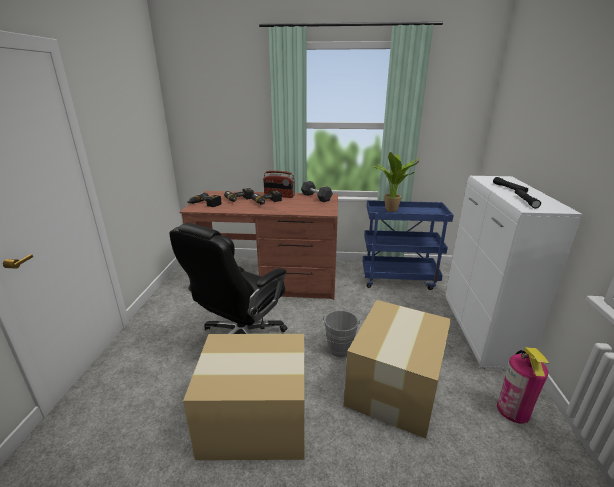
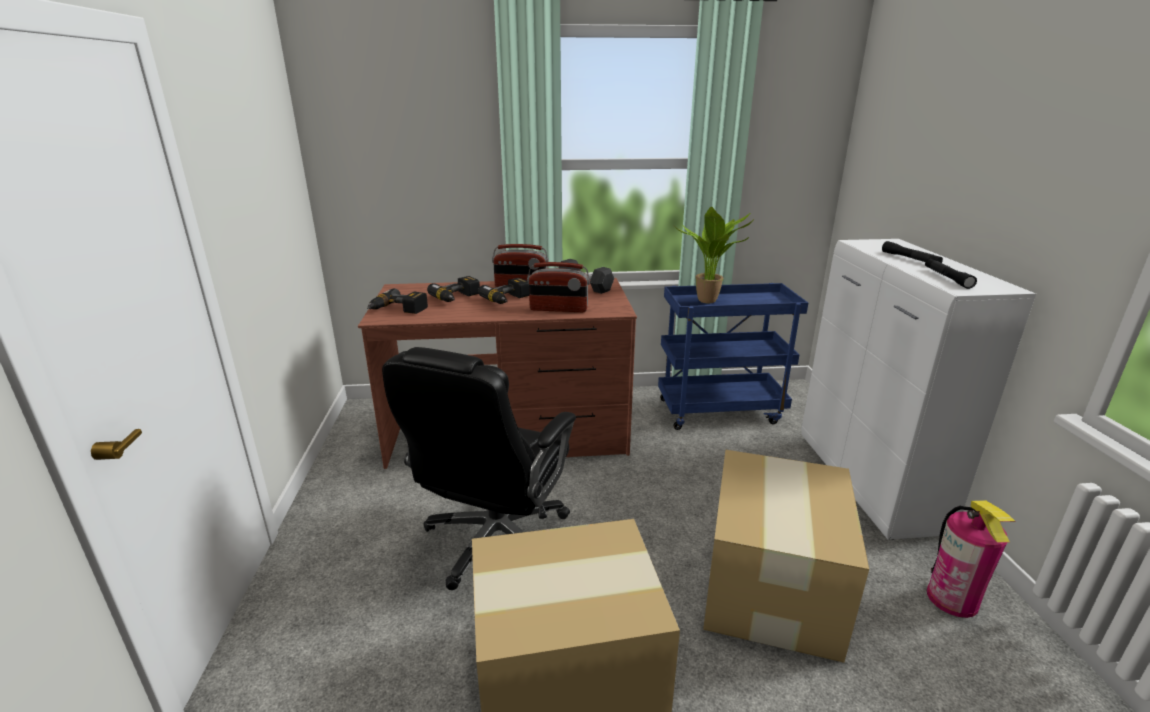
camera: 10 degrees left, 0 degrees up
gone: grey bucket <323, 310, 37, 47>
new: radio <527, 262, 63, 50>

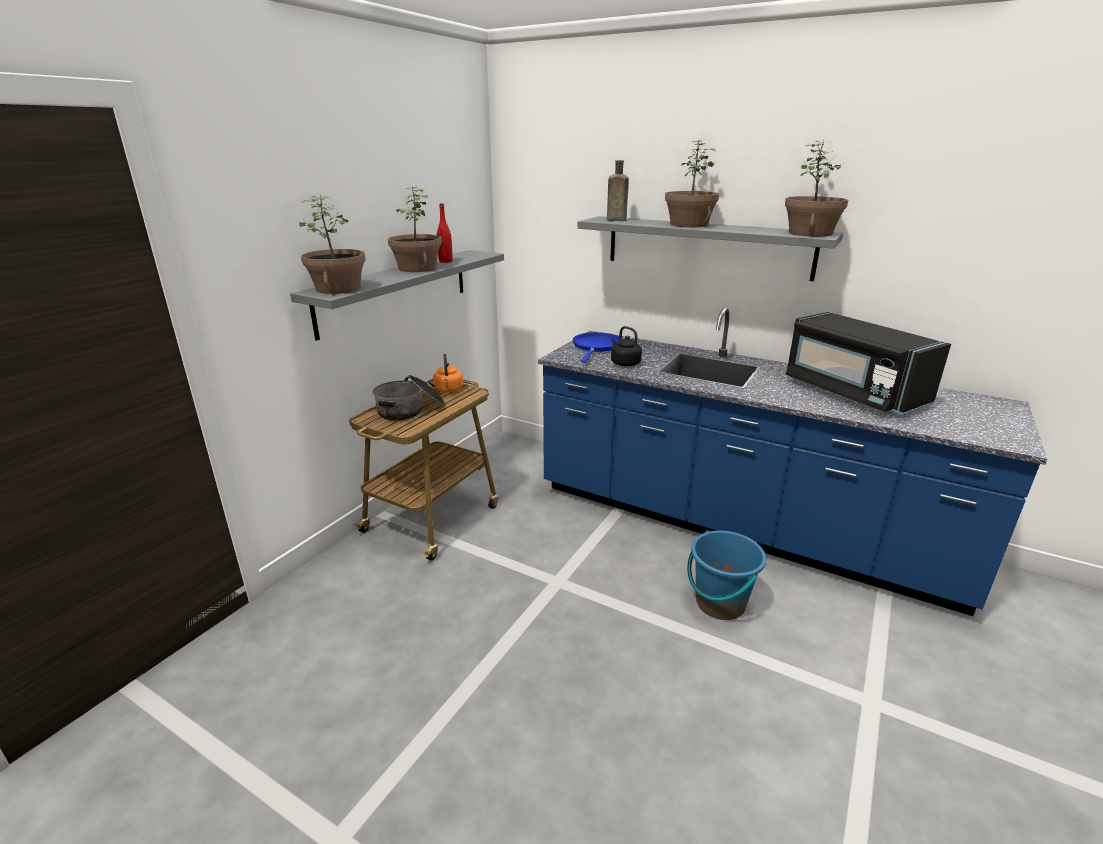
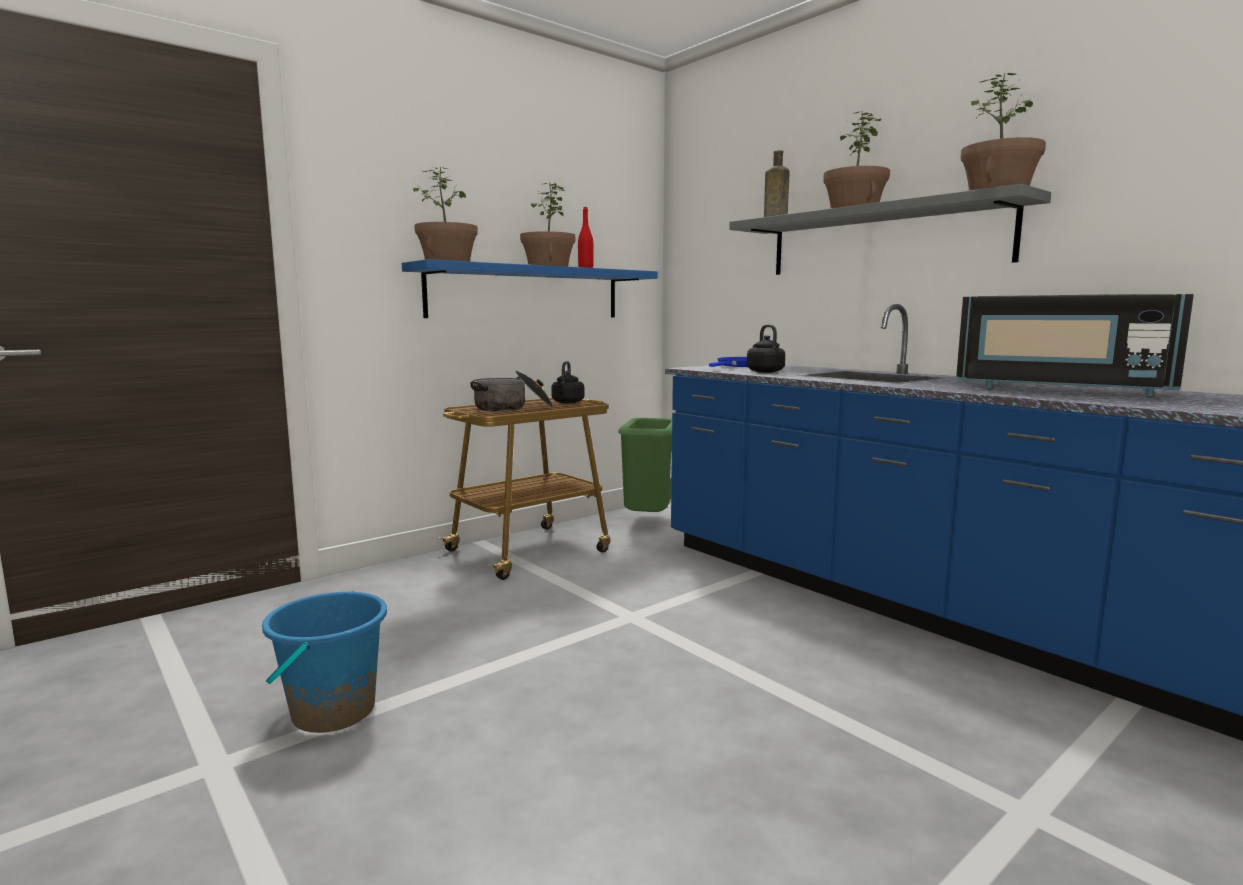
camera: 20 degrees right, 15 degrees down
new: green trash can <618, 418, 54, 94>
shifted: blue bucket <687, 530, 79, 90> to <262, 591, 125, 142>
repainted: grey shelf <290, 250, 214, 91> to blue shelf <402, 259, 256, 59>; orange kettle <433, 354, 30, 38> to black kettle <551, 361, 34, 42>
rotated: black microwave <786, 312, 165, 103> = <956, 294, 238, 102> 45 degrees counterclockwise

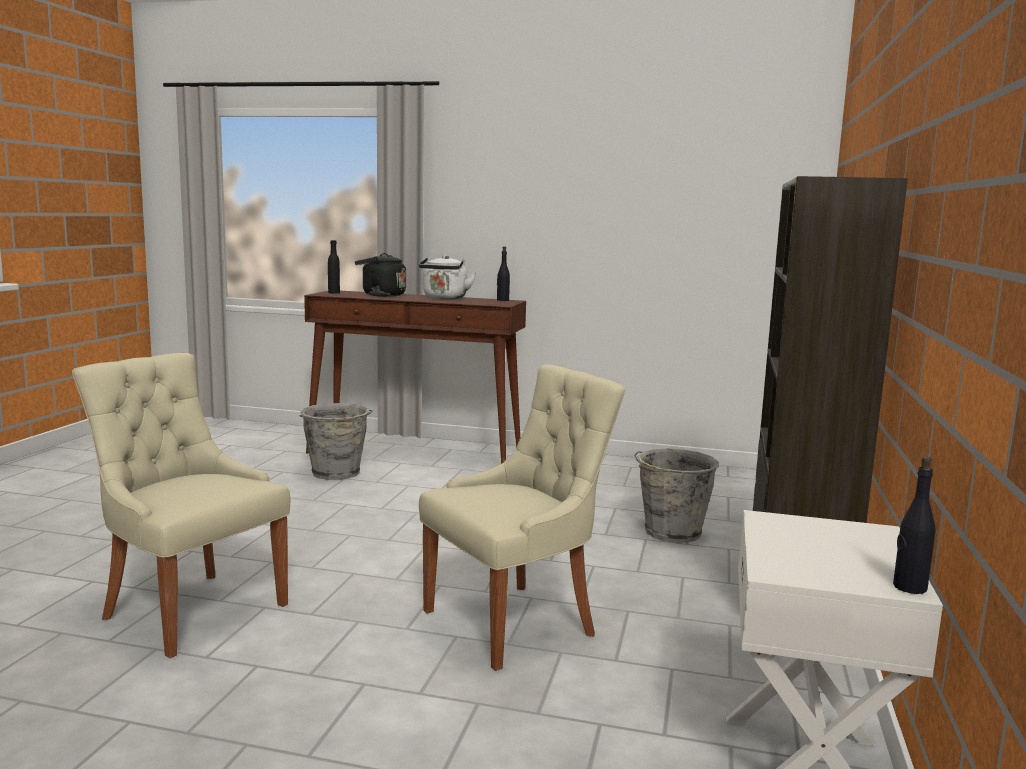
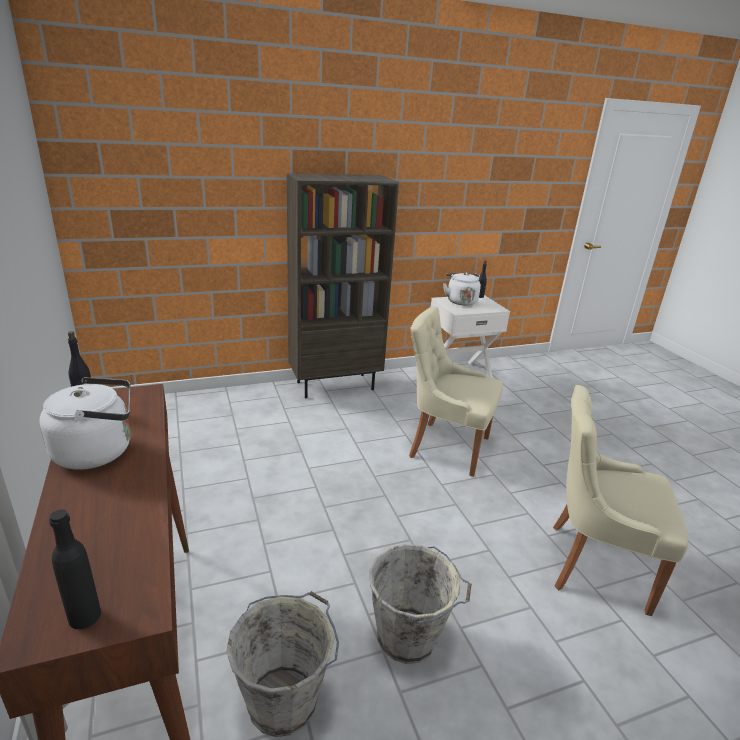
camera: 125 degrees left, 15 degrees up
gone: black kettle <355, 253, 51, 44>
new: white kettle <443, 272, 38, 34>
shifted: grey bucket <634, 448, 85, 95> to <369, 544, 103, 120>
rotated: beige chair <72, 353, 218, 305> = <553, 385, 135, 231> 105 degrees clockwise

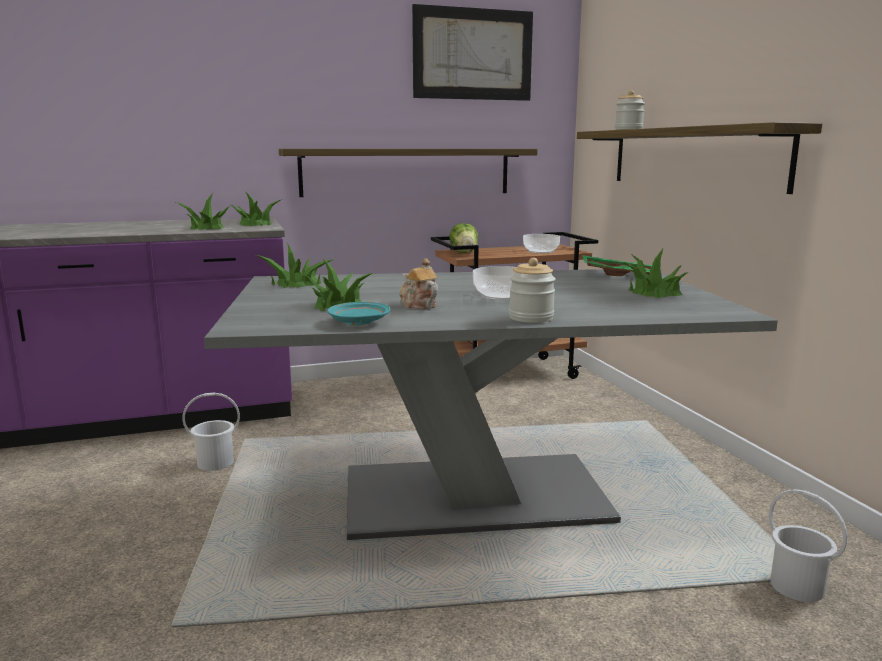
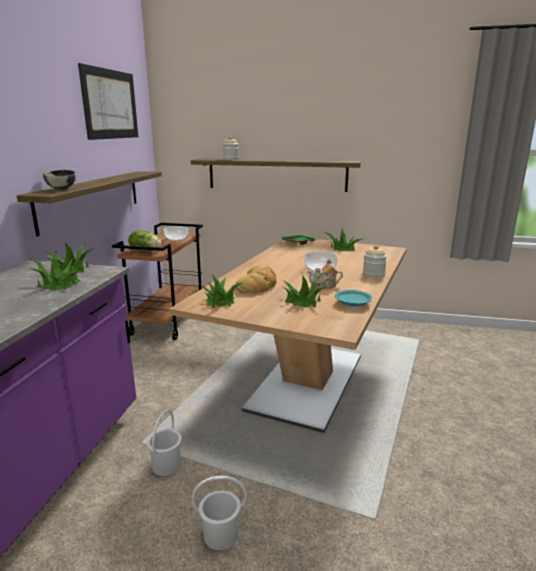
camera: 60 degrees left, 5 degrees up
new: bowl <43, 170, 33, 20>; bread <235, 265, 42, 28>
shifted: white bucket <769, 489, 79, 113> to <192, 476, 55, 74>
repainted: grey dining table <204, 269, 574, 271> to brown dining table <169, 239, 238, 194>

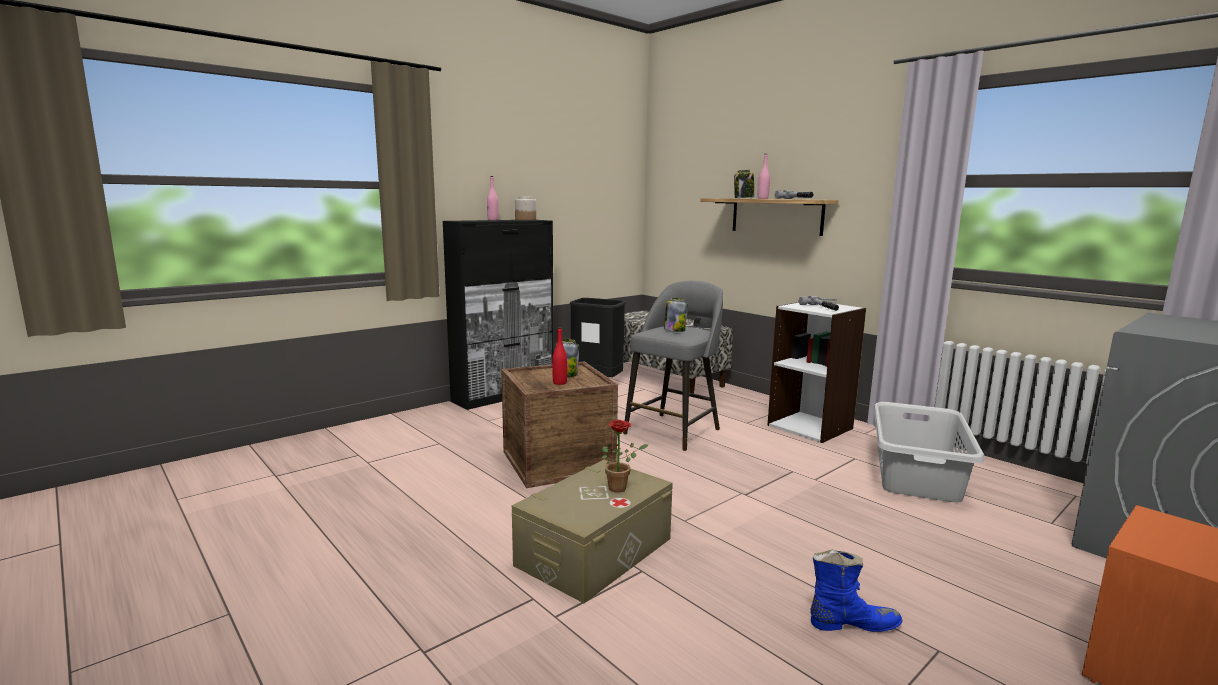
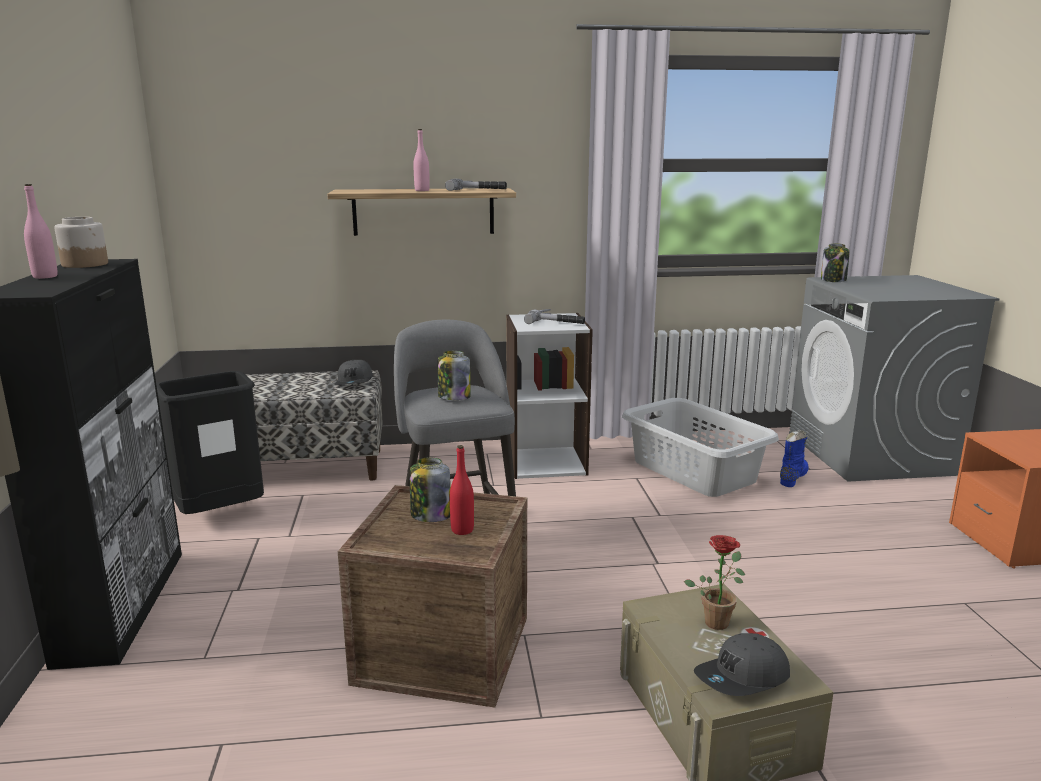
camera: 55 degrees left, 5 degrees up
new: grey cap <694, 633, 96, 63>
shifted: jar <734, 170, 20, 28> to <821, 243, 28, 39>; blue boot <810, 550, 93, 82> to <780, 430, 29, 57>

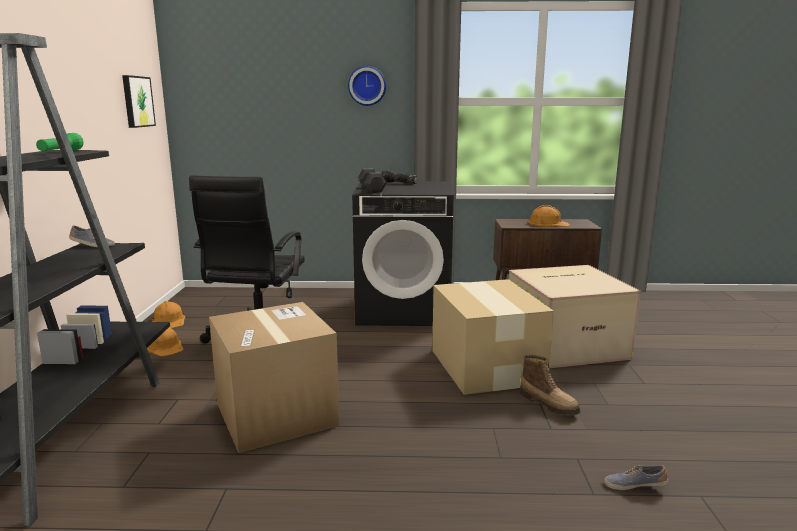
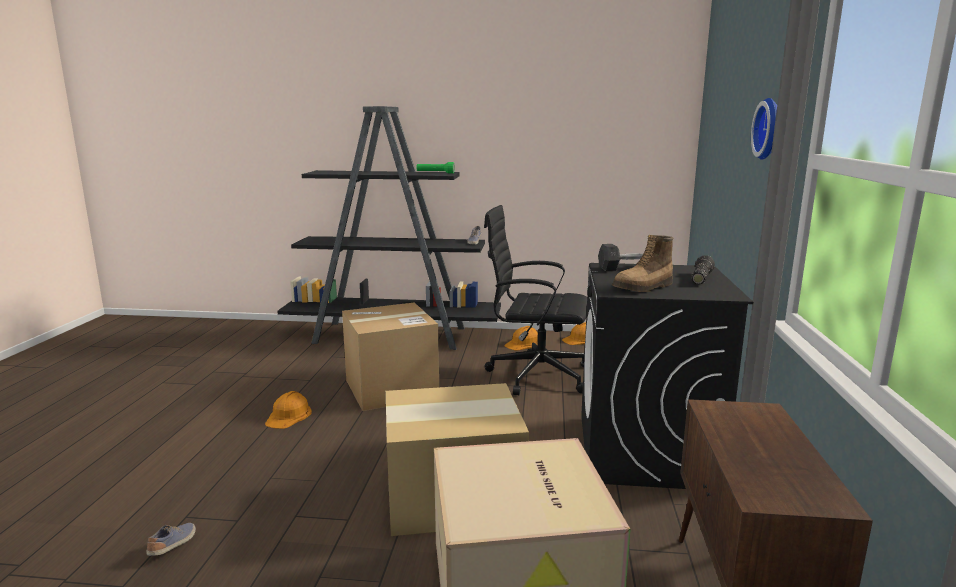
camera: 95 degrees right, 0 degrees up
gone: picture <122, 75, 34, 53>
shifted: orange hard hat <528, 205, 42, 22> to <265, 391, 47, 38>; boot <520, 355, 60, 60> to <612, 235, 61, 57>

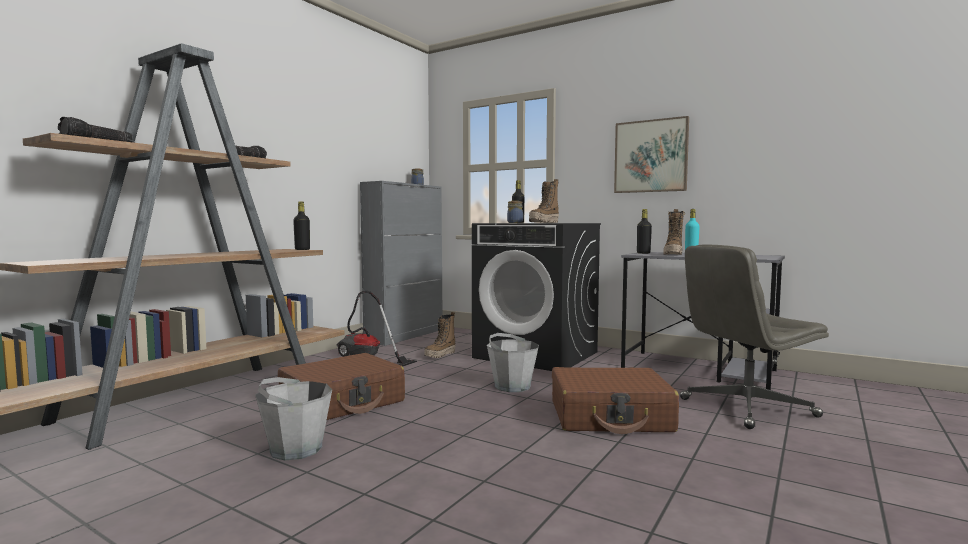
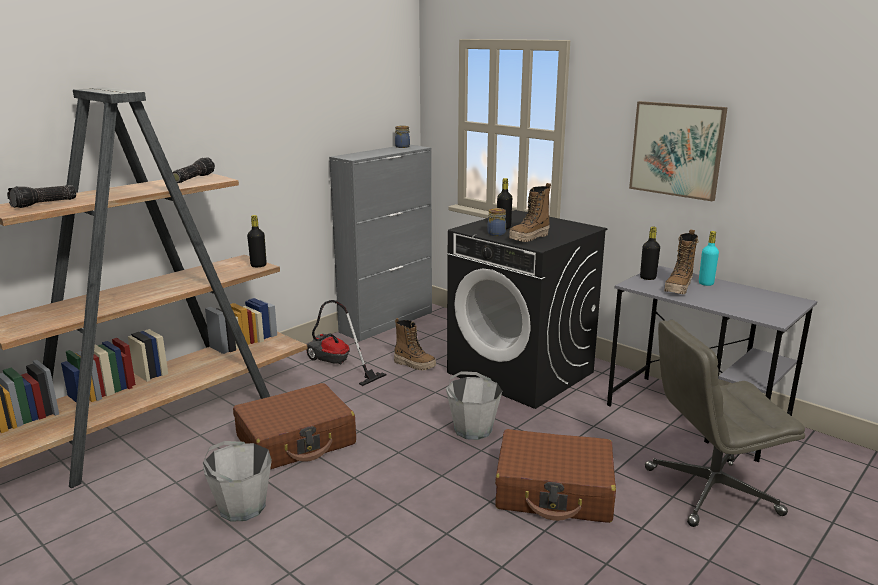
camera: 10 degrees right, 15 degrees up
rotated: boot <424, 312, 32, 46> = <394, 318, 42, 52> 105 degrees counterclockwise

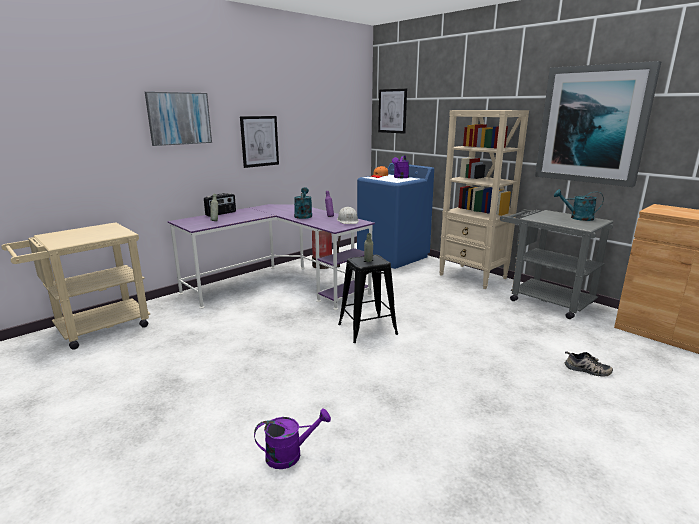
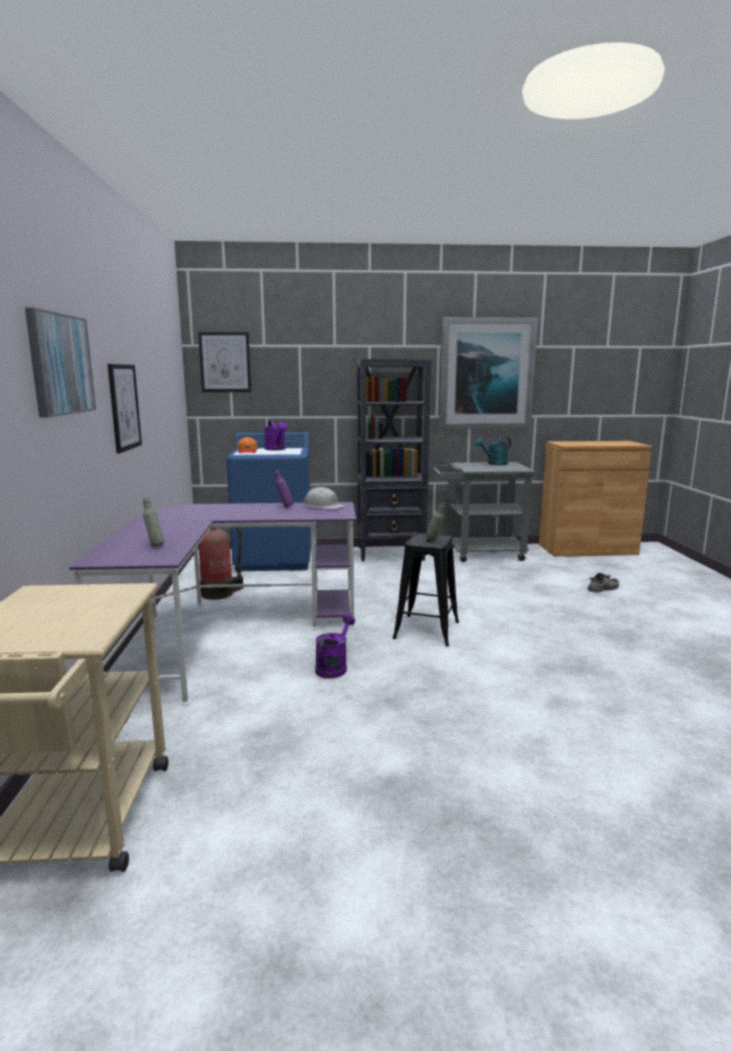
camera: 50 degrees left, 5 degrees down
gone: turquoise watering can <294, 187, 18, 32>; radio <204, 193, 32, 24>
shifted: purple watering can <254, 409, 77, 60> to <315, 615, 40, 63>
repainted: beige bookcase <439, 110, 90, 179> to black bookcase <357, 359, 75, 203>

